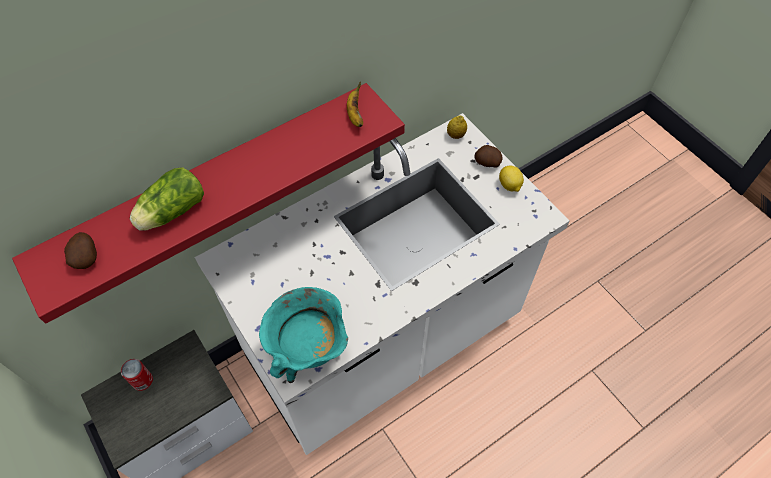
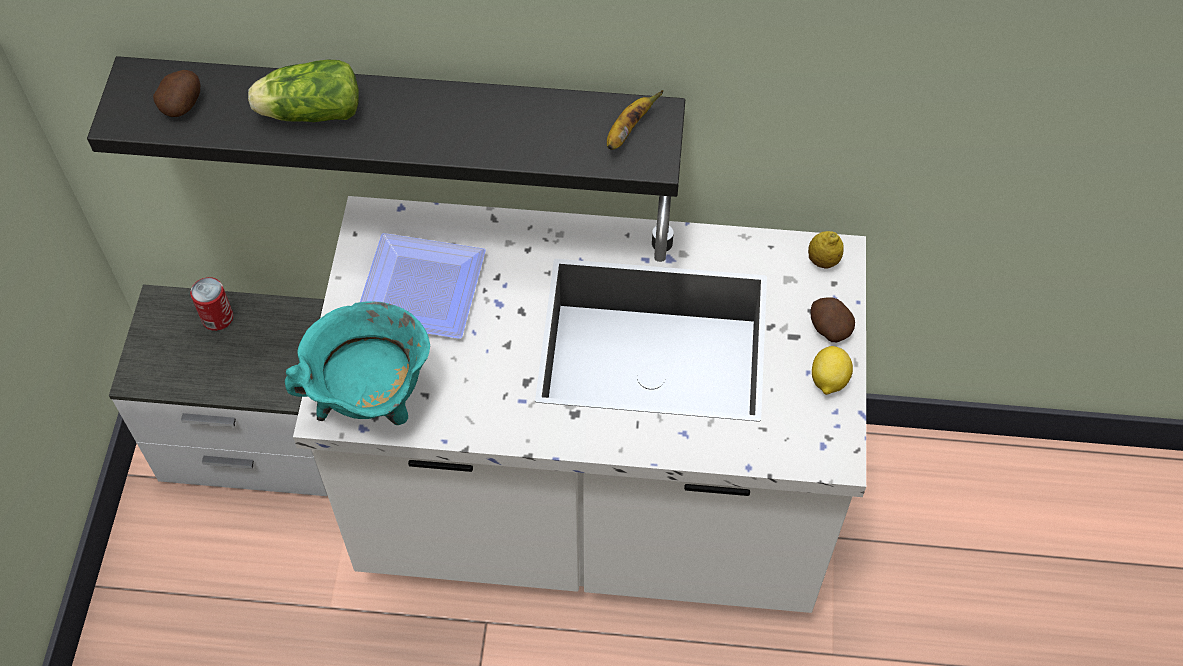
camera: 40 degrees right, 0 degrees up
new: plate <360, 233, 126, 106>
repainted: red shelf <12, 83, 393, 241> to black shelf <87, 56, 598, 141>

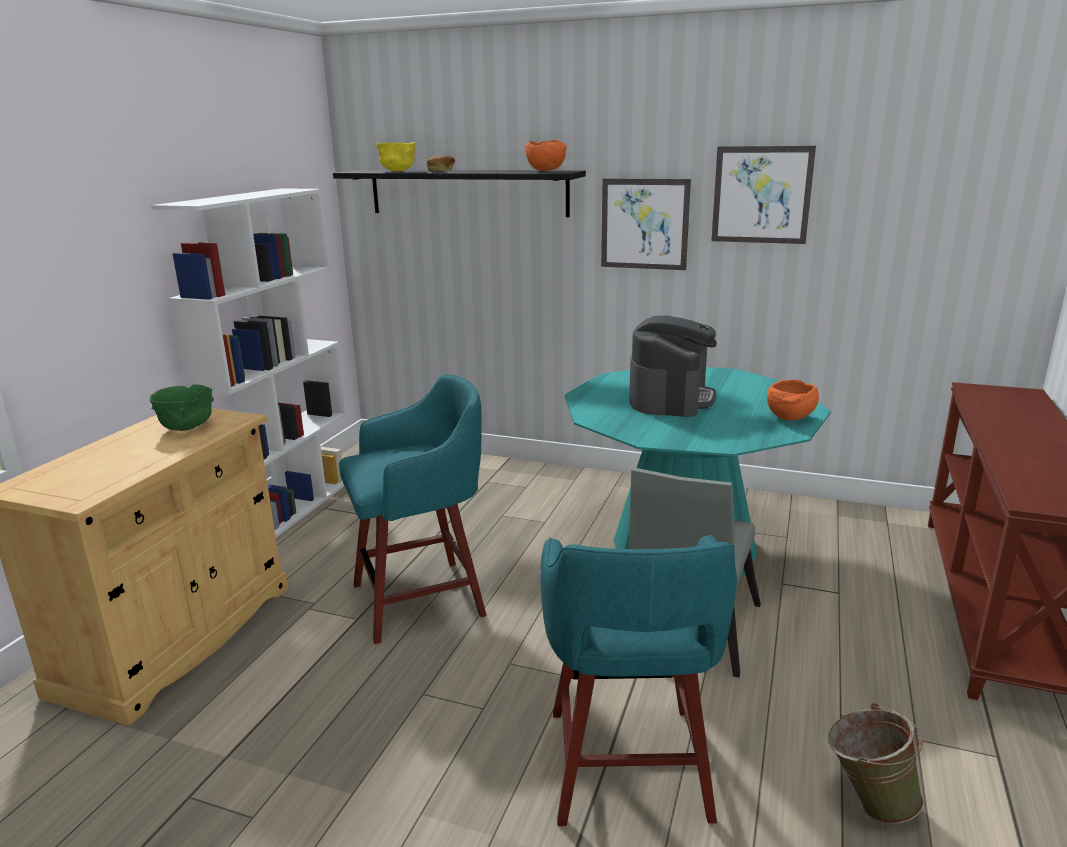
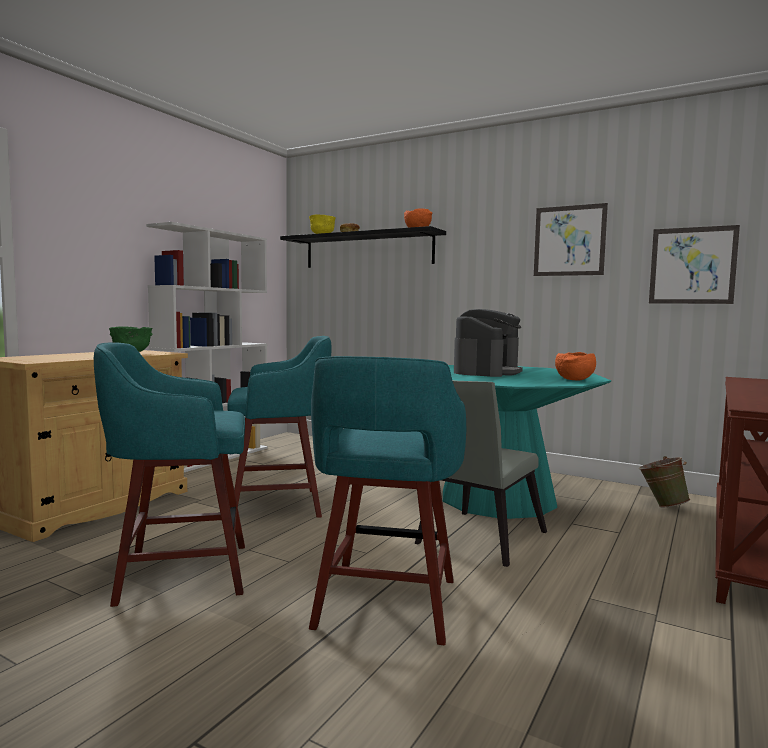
camera: 10 degrees right, 15 degrees down
new: turquoise stool <94, 342, 151, 265>
shifted: picture <601, 179, 90, 91> to <649, 225, 91, 79>; green bucket <828, 703, 96, 121> to <638, 456, 52, 51>

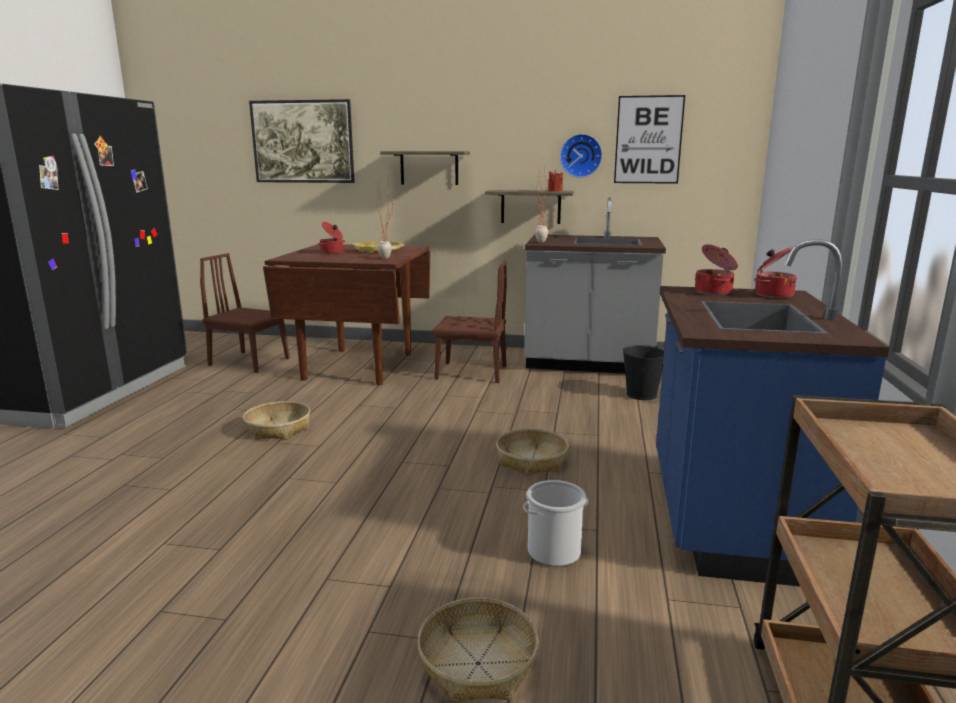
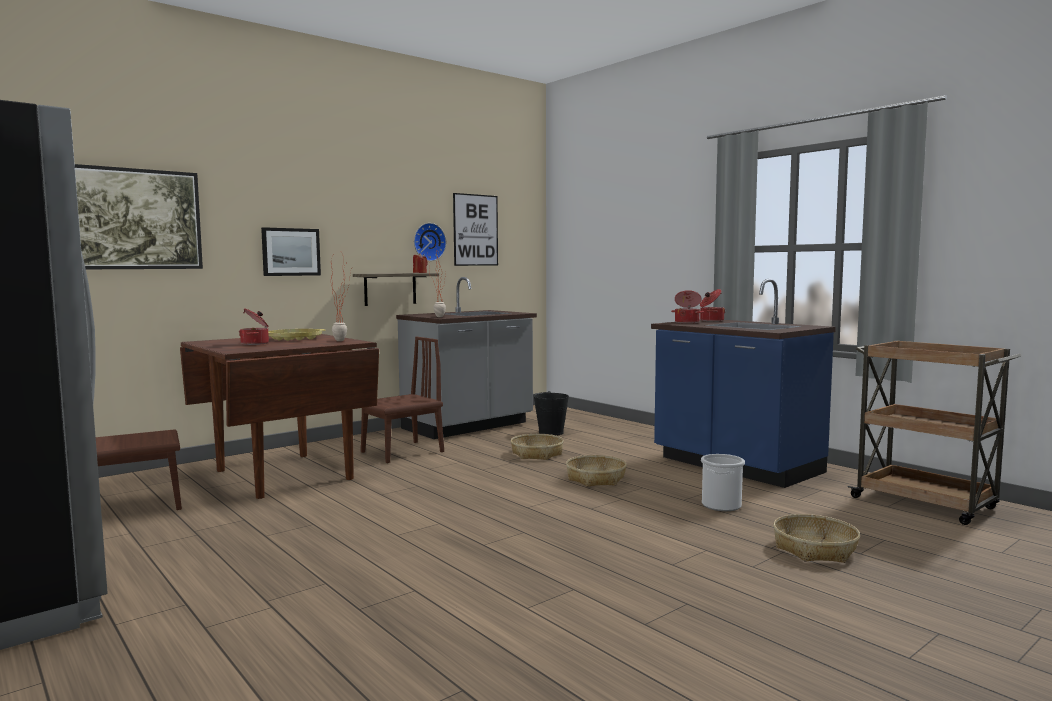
camera: 50 degrees left, 10 degrees down
shifted: basket <243, 401, 67, 39> to <511, 434, 53, 26>
swapped: shelf <380, 151, 90, 34> to picture <261, 227, 60, 49>

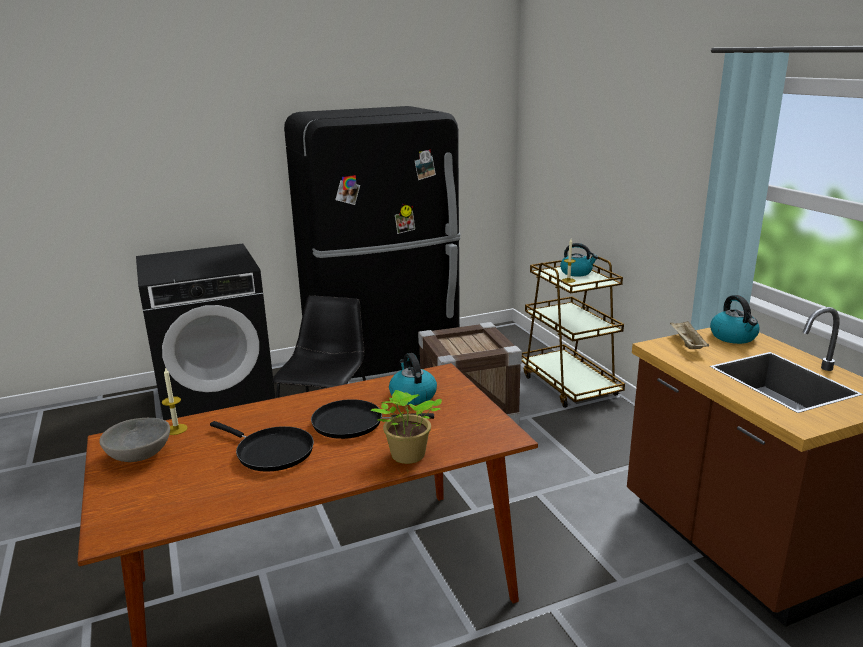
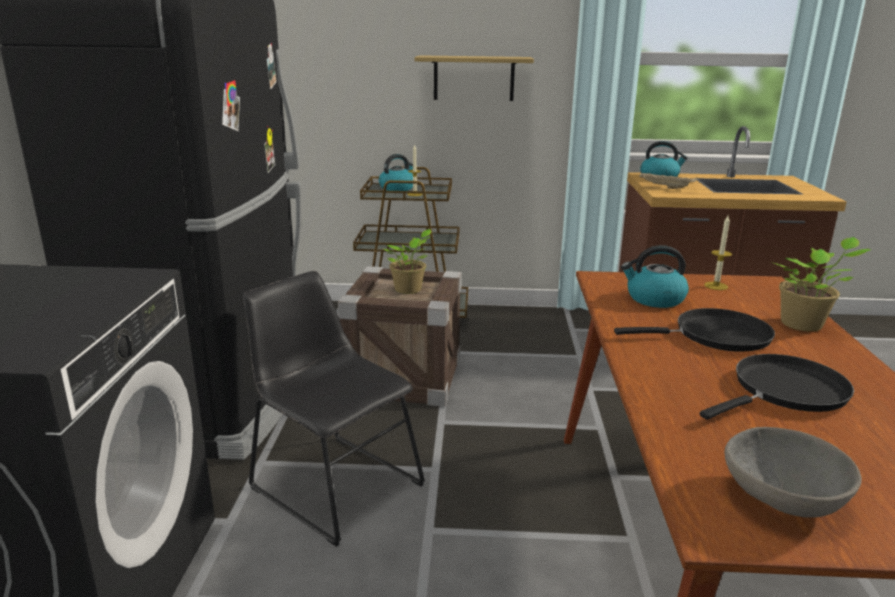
camera: 65 degrees left, 0 degrees up
new: shelf <414, 55, 120, 46>; potted plant <383, 229, 48, 65>
shifted: candle <162, 367, 26, 68> to <704, 216, 28, 74>
rotated: black frying pan <311, 399, 123, 40> = <614, 308, 161, 44> 120 degrees counterclockwise

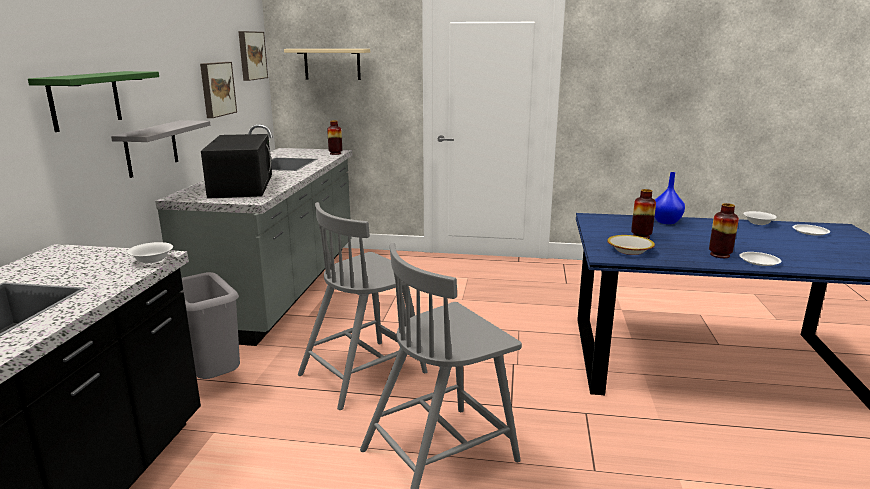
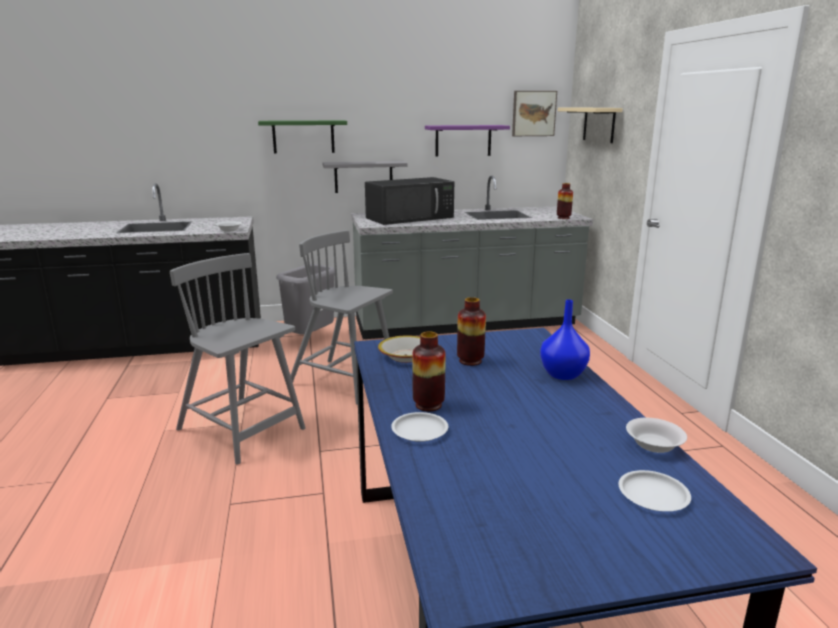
camera: 70 degrees right, 0 degrees up
swapped: picture <200, 62, 37, 56> to purple shelf <425, 125, 85, 32>

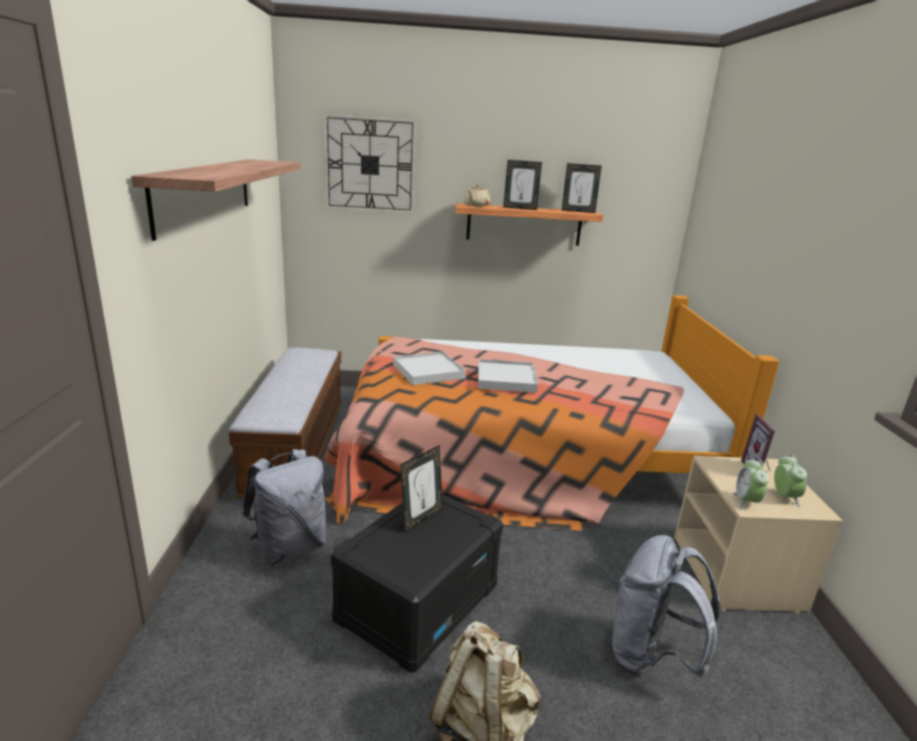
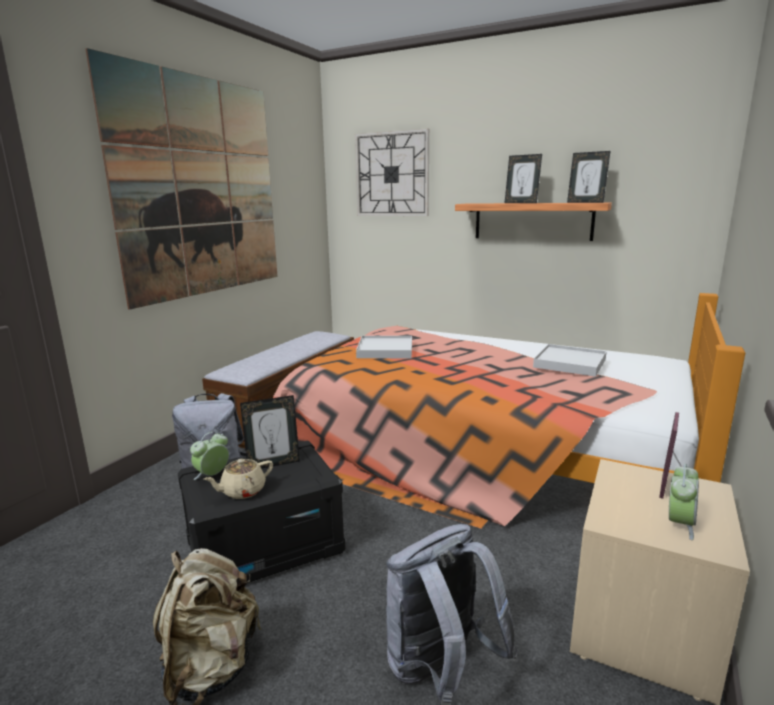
camera: 30 degrees right, 5 degrees down
shifted: beige teapot <464, 184, 26, 23> to <204, 459, 69, 40>; white tray <478, 359, 60, 34> to <533, 344, 74, 33>; alarm clock <733, 459, 36, 51> to <190, 432, 39, 48>
swapped: shelf <131, 159, 170, 82> to picture <85, 48, 193, 262>

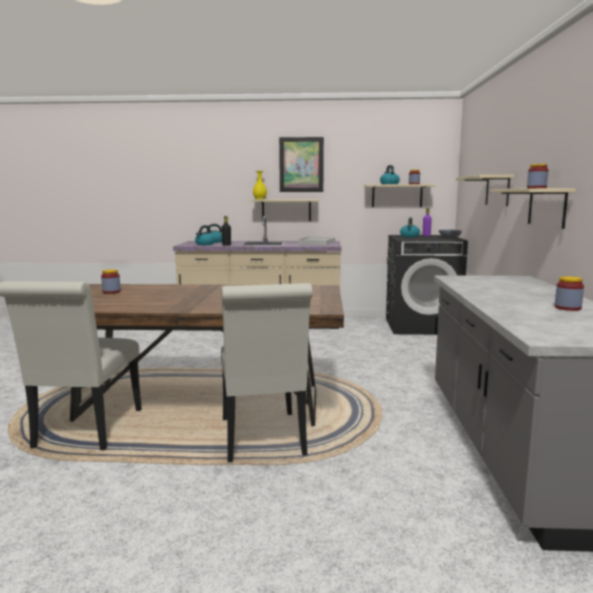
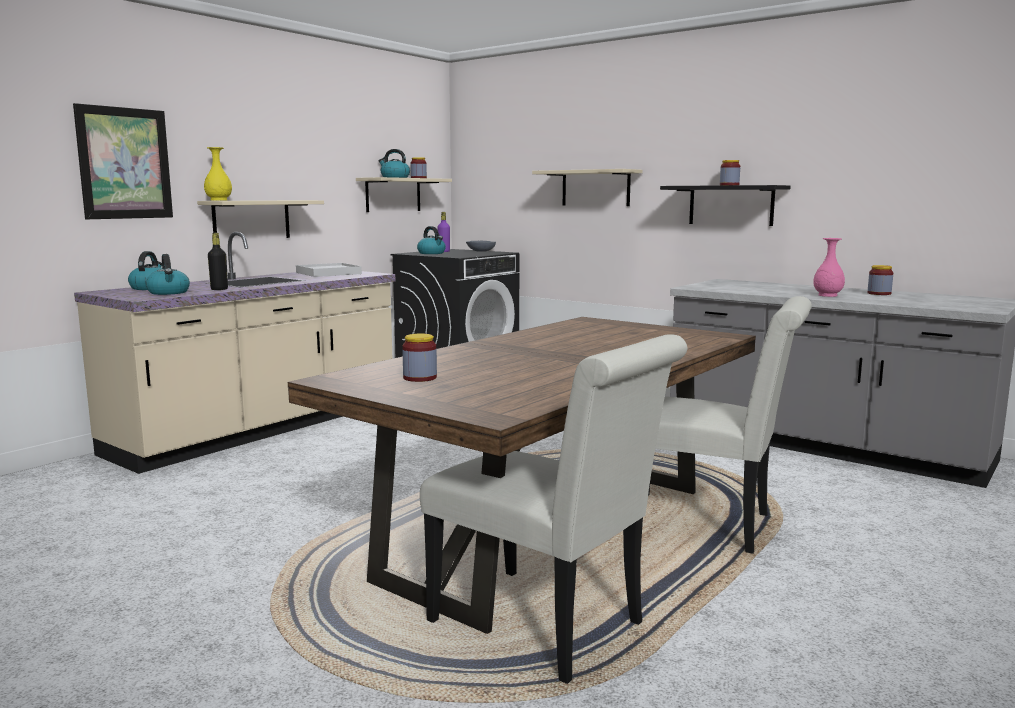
camera: 55 degrees left, 0 degrees up
new: pink vase <813, 238, 32, 59>
shifted: picture <279, 137, 45, 55> to <73, 103, 100, 116>
repainted: beige shelf <490, 188, 86, 41> to black shelf <660, 185, 131, 41>

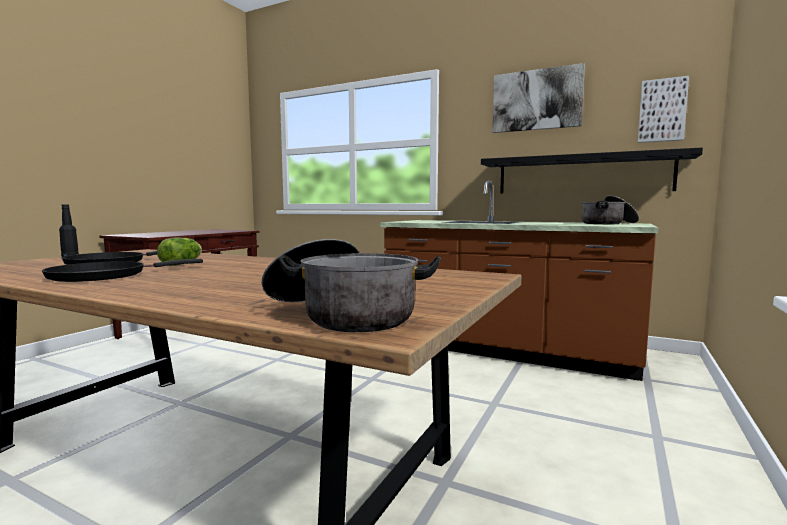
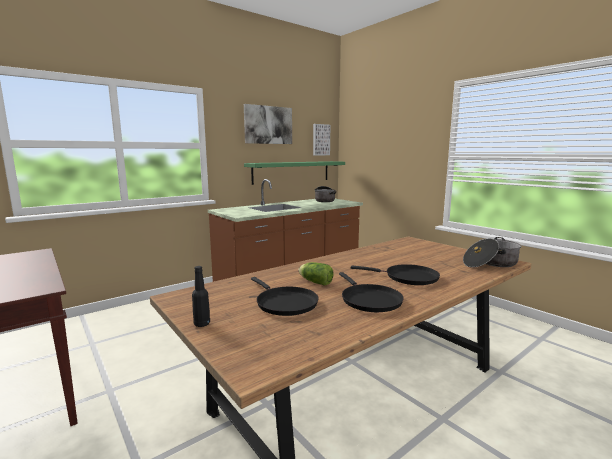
camera: 65 degrees left, 5 degrees up
new: black frying pan <351, 264, 89, 21>
repainted: black shelf <481, 148, 222, 46> to green shelf <244, 161, 101, 24>

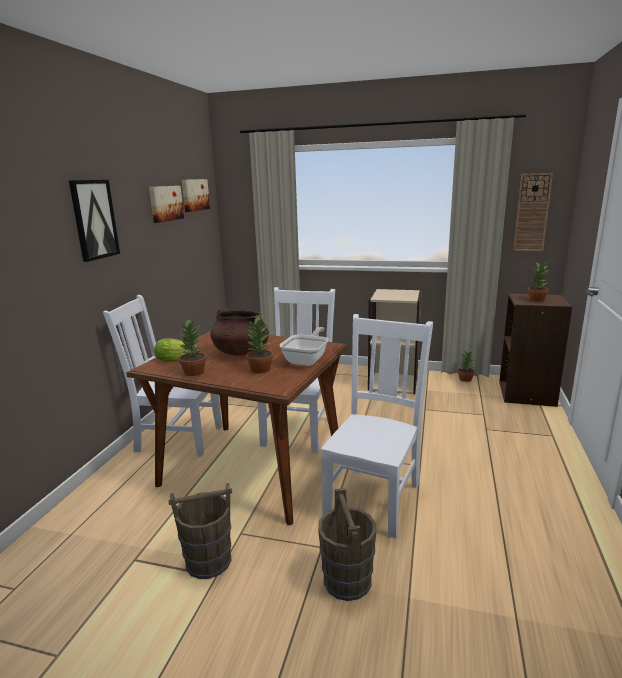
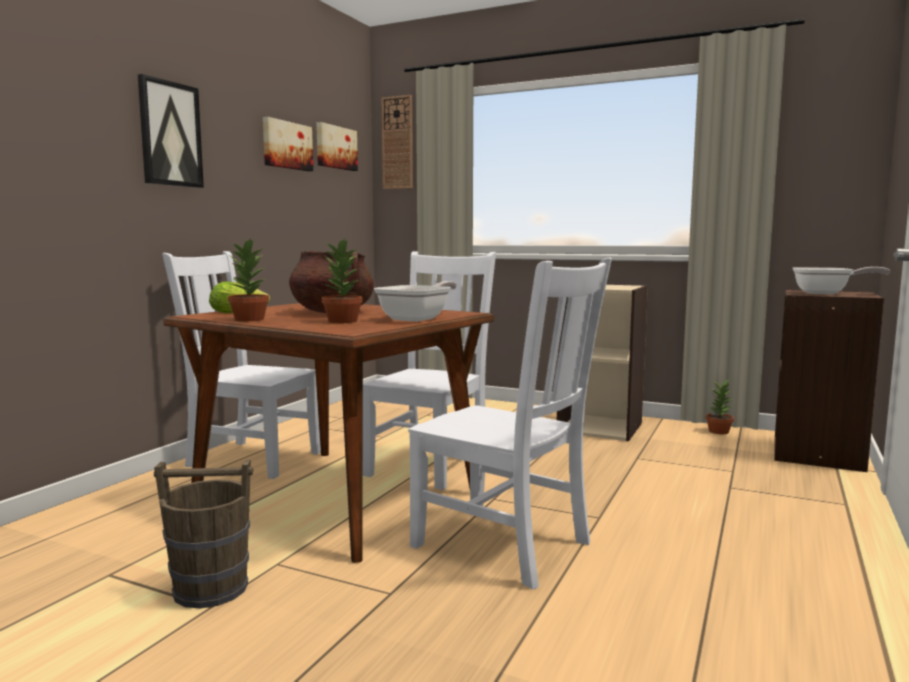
camera: 10 degrees right, 10 degrees down
gone: brown bucket <318, 488, 58, 113>
shifted: wall clock <513, 173, 40, 78> to <382, 95, 31, 94>
swapped: potted plant <528, 261, 21, 41> to frying pan <793, 267, 98, 27>
rotated: white chair <321, 314, 112, 225> = <408, 258, 204, 332> 90 degrees clockwise

